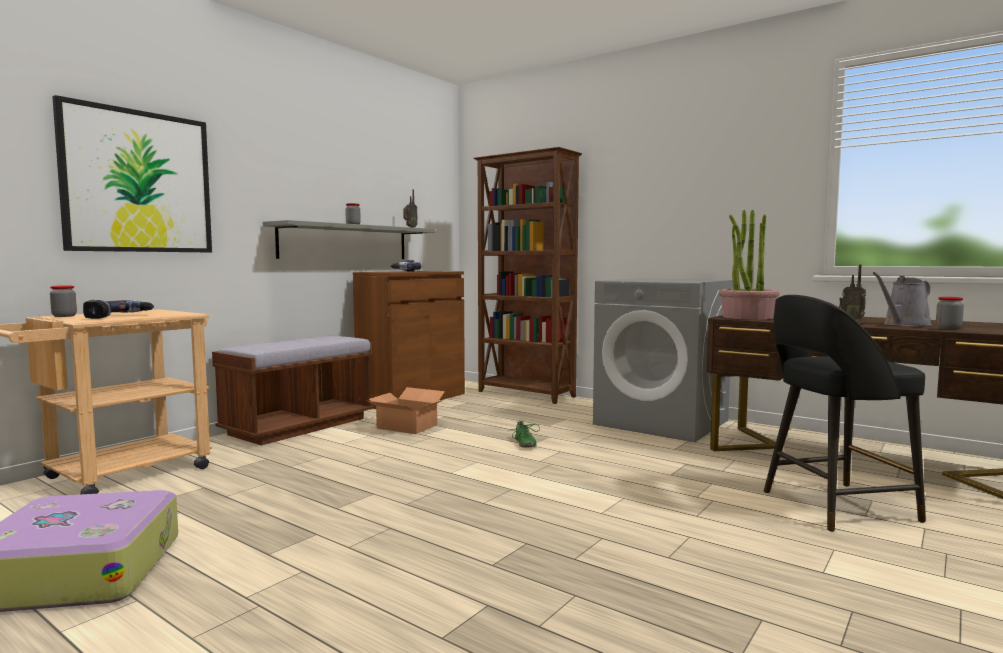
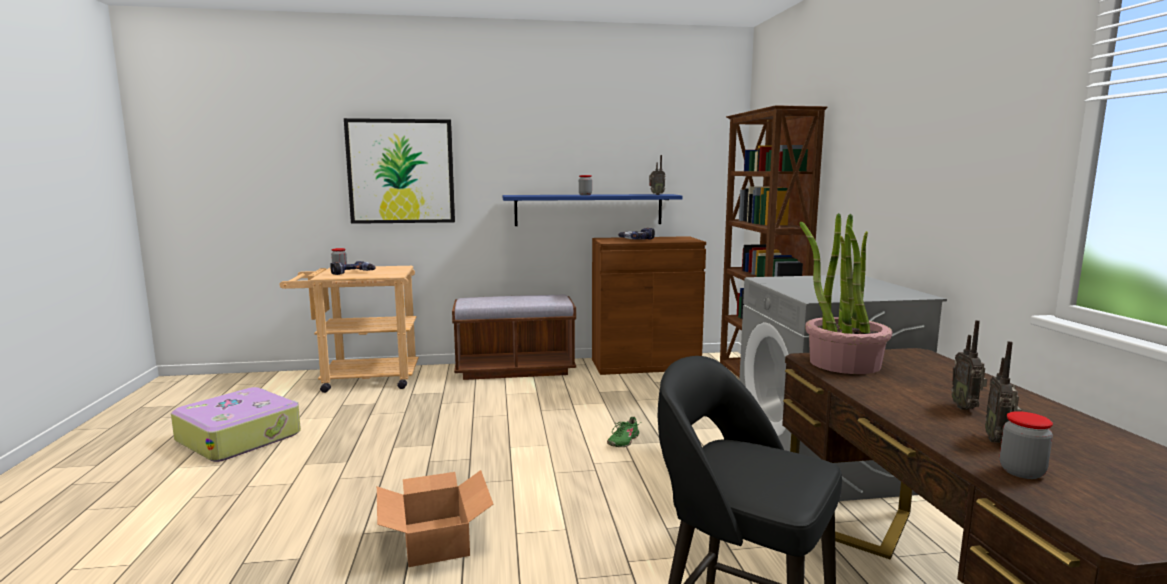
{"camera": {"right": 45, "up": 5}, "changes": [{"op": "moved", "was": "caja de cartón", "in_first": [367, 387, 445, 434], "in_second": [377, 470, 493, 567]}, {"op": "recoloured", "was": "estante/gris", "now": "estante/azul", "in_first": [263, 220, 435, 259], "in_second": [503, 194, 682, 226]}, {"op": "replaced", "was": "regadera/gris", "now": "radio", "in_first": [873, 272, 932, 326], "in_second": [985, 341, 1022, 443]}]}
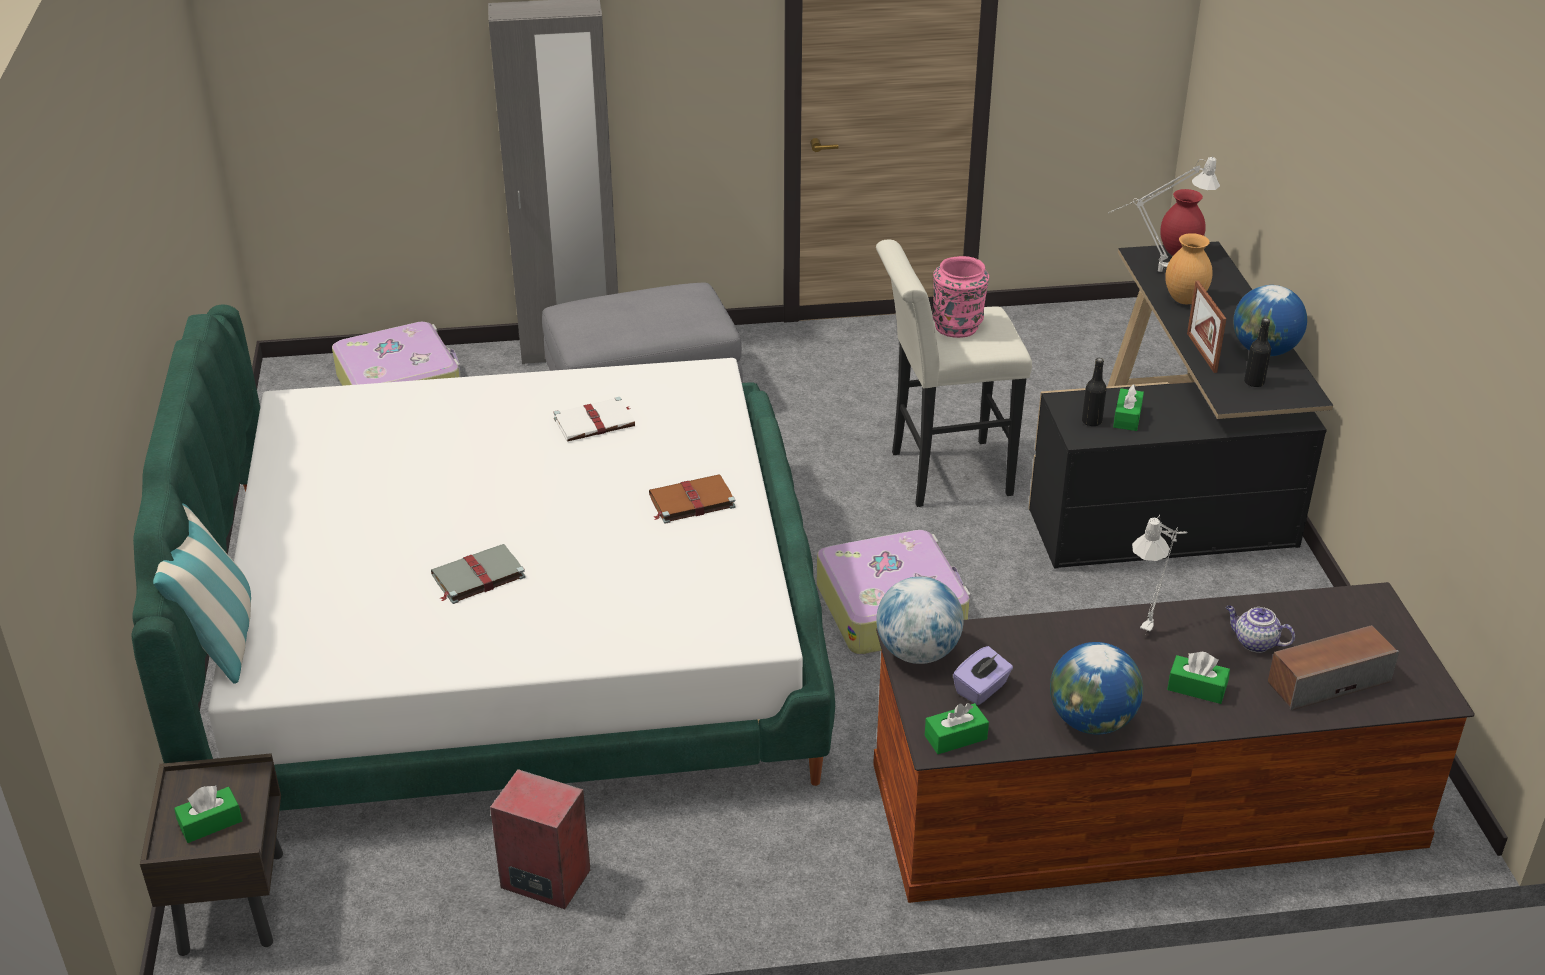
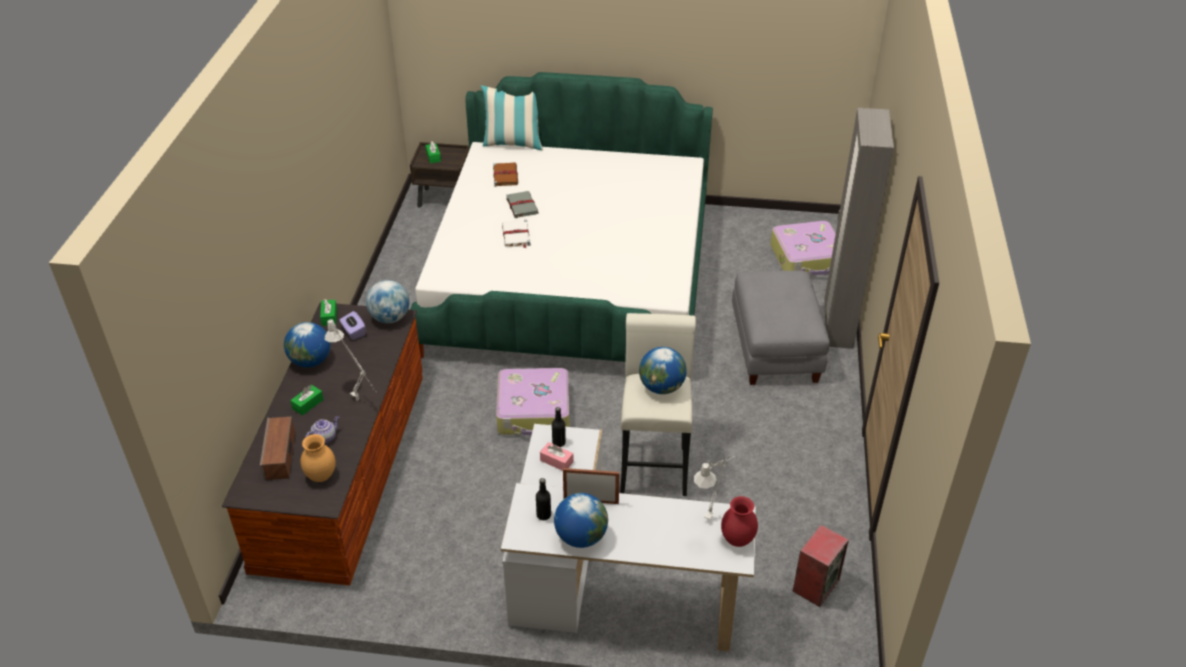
{"camera": {"right": 105, "up": 5}, "changes": [{"op": "moved", "was": "florero/marrón", "in_first": [1165, 233, 1213, 305], "in_second": [301, 434, 336, 482]}, {"op": "moved", "was": "libro/marrón", "in_first": [649, 474, 736, 524], "in_second": [493, 163, 518, 187]}, {"op": "recoloured", "was": "escritorio/negro", "now": "escritorio/blanco", "in_first": [1028, 241, 1333, 569], "in_second": [501, 424, 756, 651]}, {"op": "moved", "was": "libro/blanco", "in_first": [553, 397, 635, 441], "in_second": [502, 220, 531, 248]}, {"op": "recoloured", "was": "caja de pañuelos/verde", "now": "caja de pañuelos/rosa", "in_first": [1113, 384, 1144, 431], "in_second": [540, 442, 573, 471]}, {"op": "replaced", "was": "florero/rosa", "now": "globo terráqueo", "in_first": [932, 256, 989, 338], "in_second": [639, 347, 687, 394]}, {"op": "moved", "was": "altavoz", "in_first": [490, 769, 590, 909], "in_second": [792, 525, 849, 607]}]}
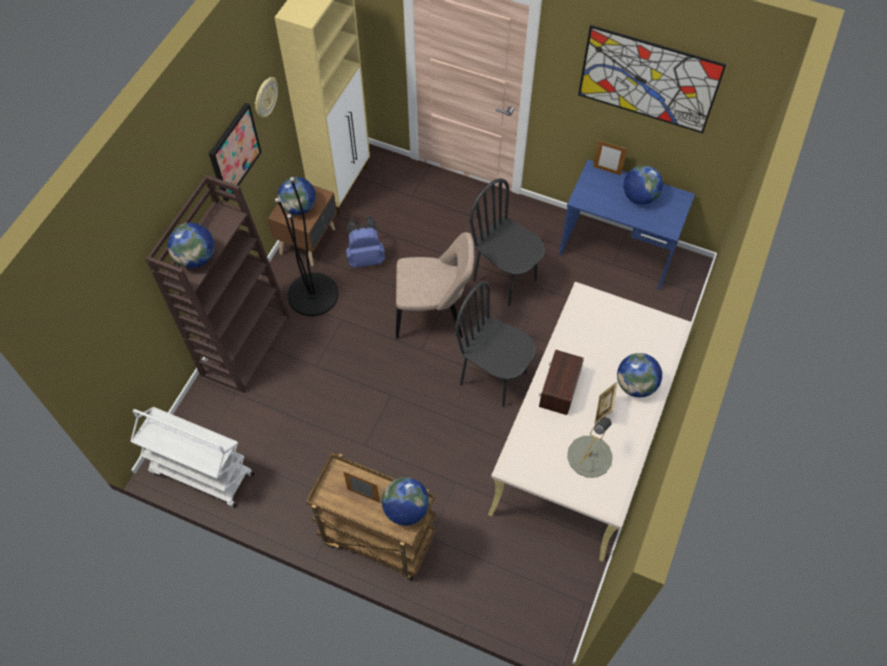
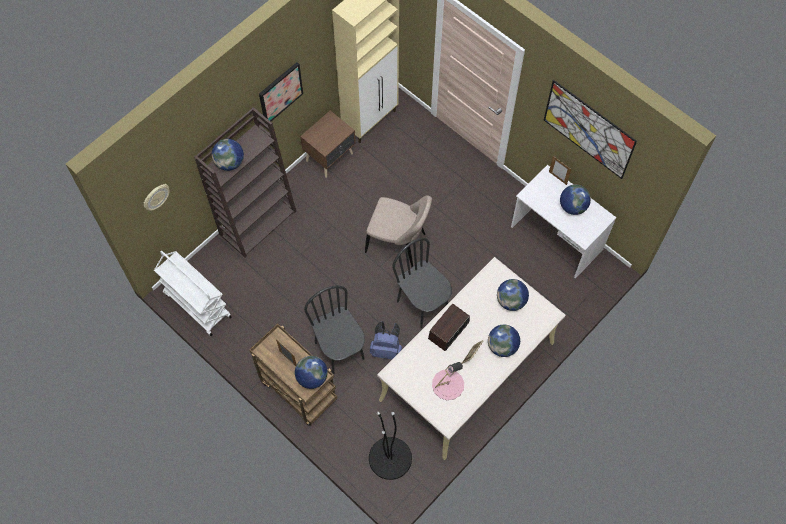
{"camera": {"right": 20, "up": 5}, "changes": [{"op": "moved", "was": "reloj de pared", "in_first": [255, 77, 278, 118], "in_second": [143, 184, 170, 211]}, {"op": "moved", "was": "silla/negro", "in_first": [470, 178, 545, 306], "in_second": [304, 285, 365, 374]}, {"op": "moved", "was": "lámpara de pie/negro", "in_first": [275, 177, 339, 316], "in_second": [369, 412, 412, 480]}, {"op": "moved", "was": "mochila/azul", "in_first": [346, 216, 385, 268], "in_second": [370, 321, 402, 359]}, {"op": "recoloured", "was": "lámpara de mesa/gris", "now": "lámpara de mesa/rosa", "in_first": [567, 417, 613, 478], "in_second": [432, 362, 464, 400]}, {"op": "moved", "was": "globo terráqueo", "in_first": [278, 177, 316, 215], "in_second": [497, 279, 529, 311]}, {"op": "recoloured", "was": "escritorio/azul", "now": "escritorio/blanco", "in_first": [559, 160, 695, 290], "in_second": [511, 165, 616, 279]}]}
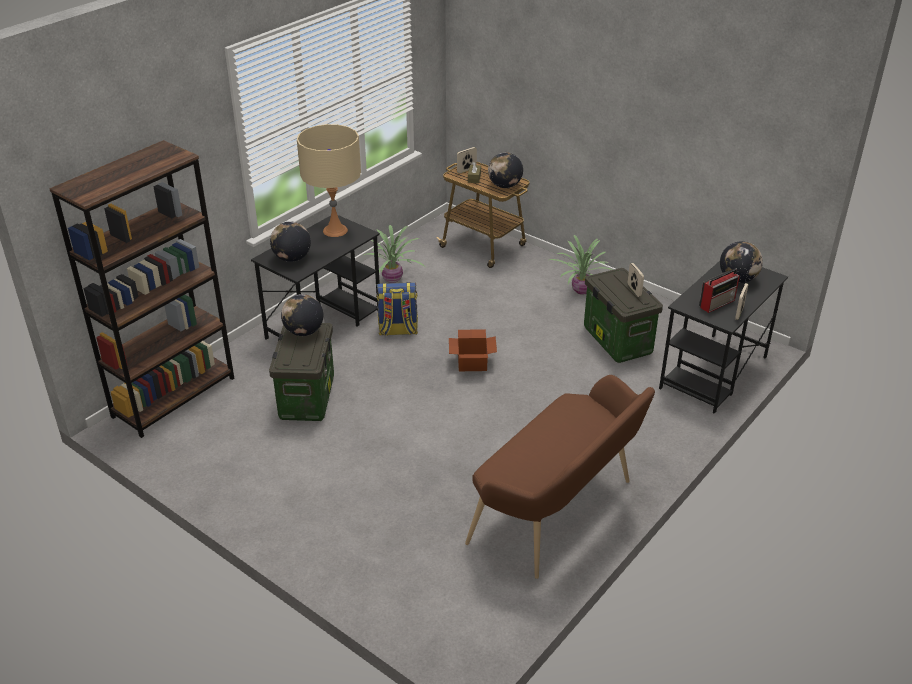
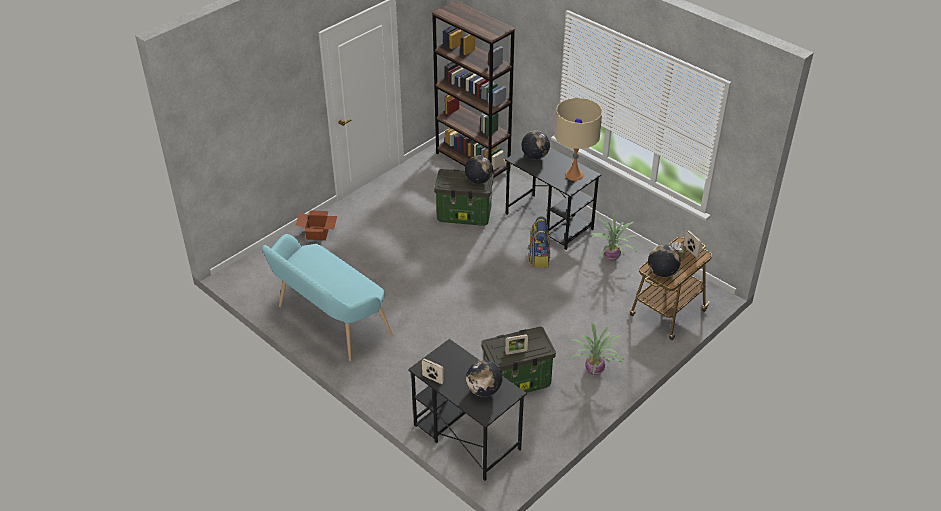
{"camera": {"right": 95, "up": 5}, "changes": [{"op": "recoloured", "was": "banco/marrón", "now": "banco/turquesa", "in_first": [465, 375, 655, 579], "in_second": [262, 234, 393, 361]}, {"op": "moved", "was": "caja de cartón", "in_first": [449, 329, 497, 371], "in_second": [296, 210, 337, 240]}, {"op": "removed", "was": "radio", "in_first": [699, 268, 740, 313]}]}
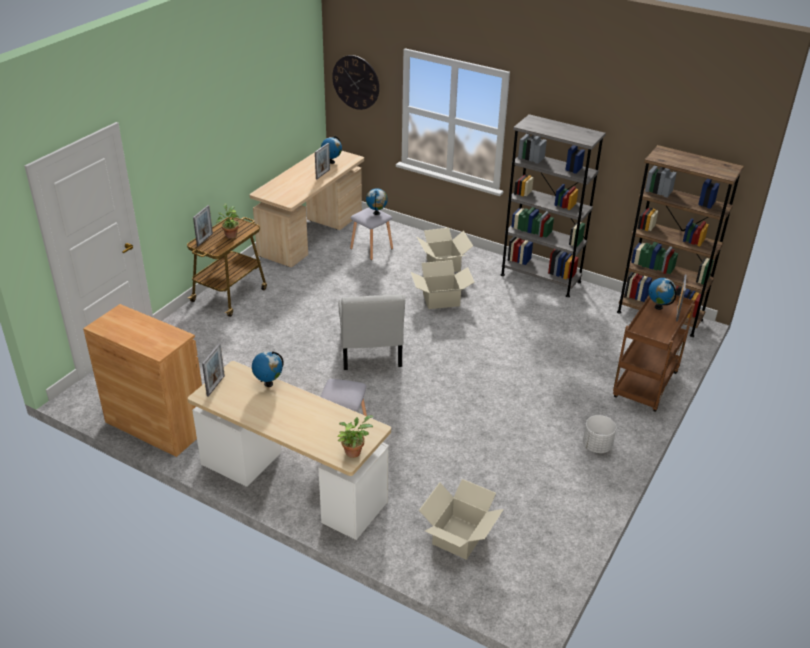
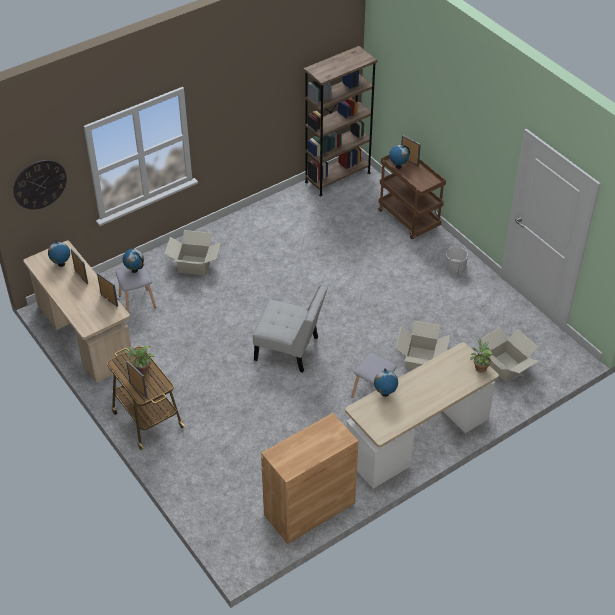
{"camera": {"right": -65, "up": 10}, "changes": [{"op": "moved", "was": "portarretratos", "in_first": [202, 343, 225, 397], "in_second": [97, 272, 118, 307]}, {"op": "moved", "was": "caja de cartón", "in_first": [411, 260, 475, 309], "in_second": [396, 321, 450, 370]}, {"op": "removed", "was": "estantería/gris", "in_first": [501, 114, 606, 297]}]}
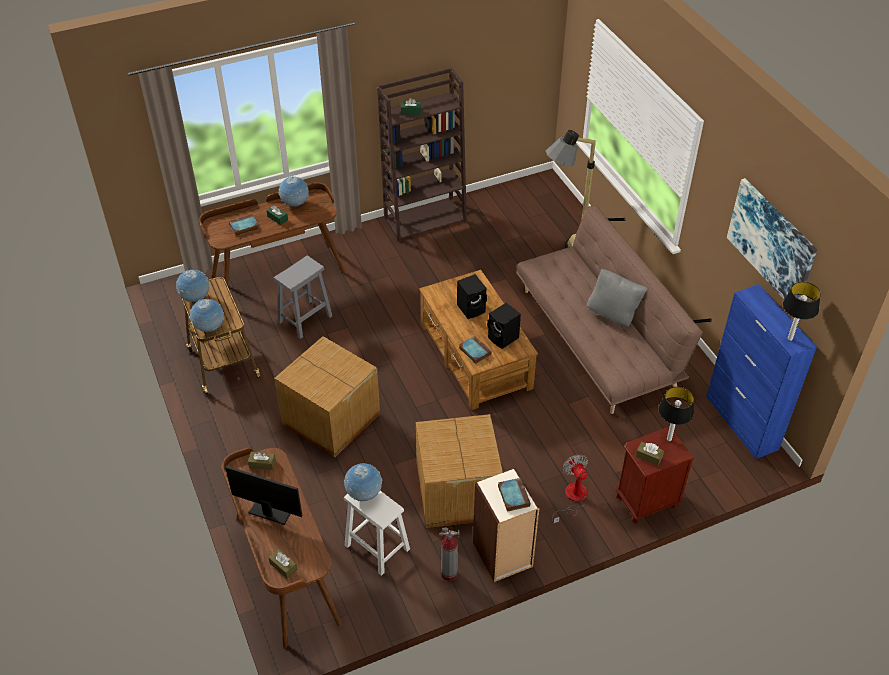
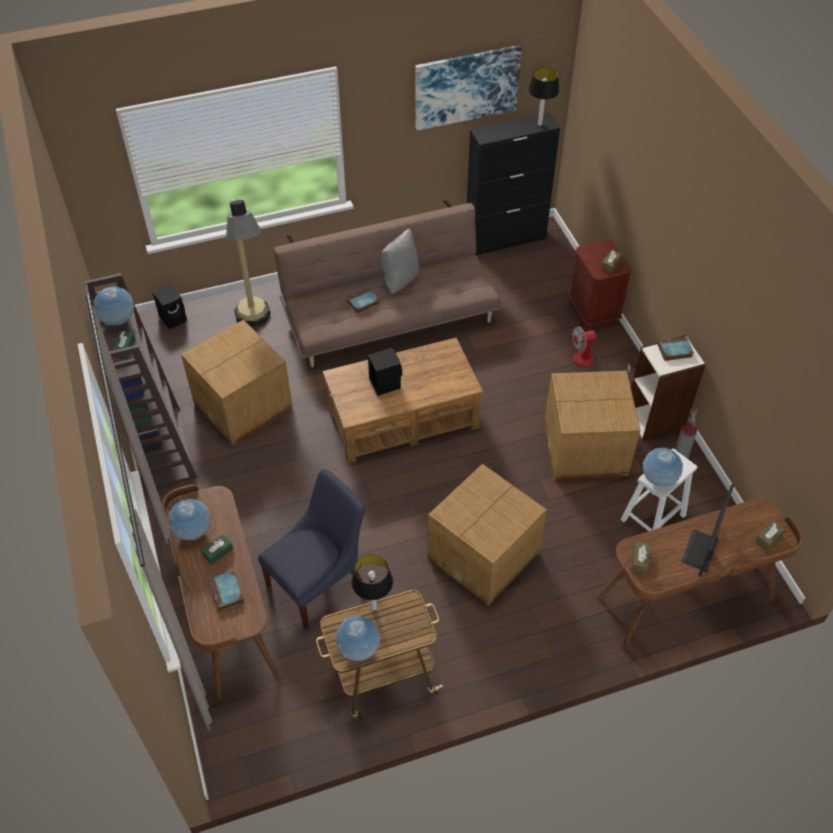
{"camera": {"right": -85, "up": 5}, "changes": [{"op": "moved", "was": "globo terráqueo", "in_first": [190, 299, 224, 332], "in_second": [94, 287, 134, 326]}, {"op": "moved", "was": "altavoz/negro", "in_first": [487, 303, 521, 349], "in_second": [152, 284, 187, 329]}, {"op": "added", "now": "caja de cartón", "in_second": [181, 320, 293, 445]}, {"op": "replaced", "was": "taburete/gris", "now": "silla/azul", "in_first": [274, 256, 332, 339], "in_second": [258, 469, 365, 629]}, {"op": "moved", "was": "libro", "in_first": [459, 336, 492, 364], "in_second": [346, 288, 380, 314]}, {"op": "moved", "was": "lámpara de mesa", "in_first": [659, 387, 694, 441], "in_second": [351, 554, 393, 611]}, {"op": "recoloured", "was": "armario/azul", "now": "armario/negro", "in_first": [706, 284, 817, 459], "in_second": [467, 112, 560, 255]}]}
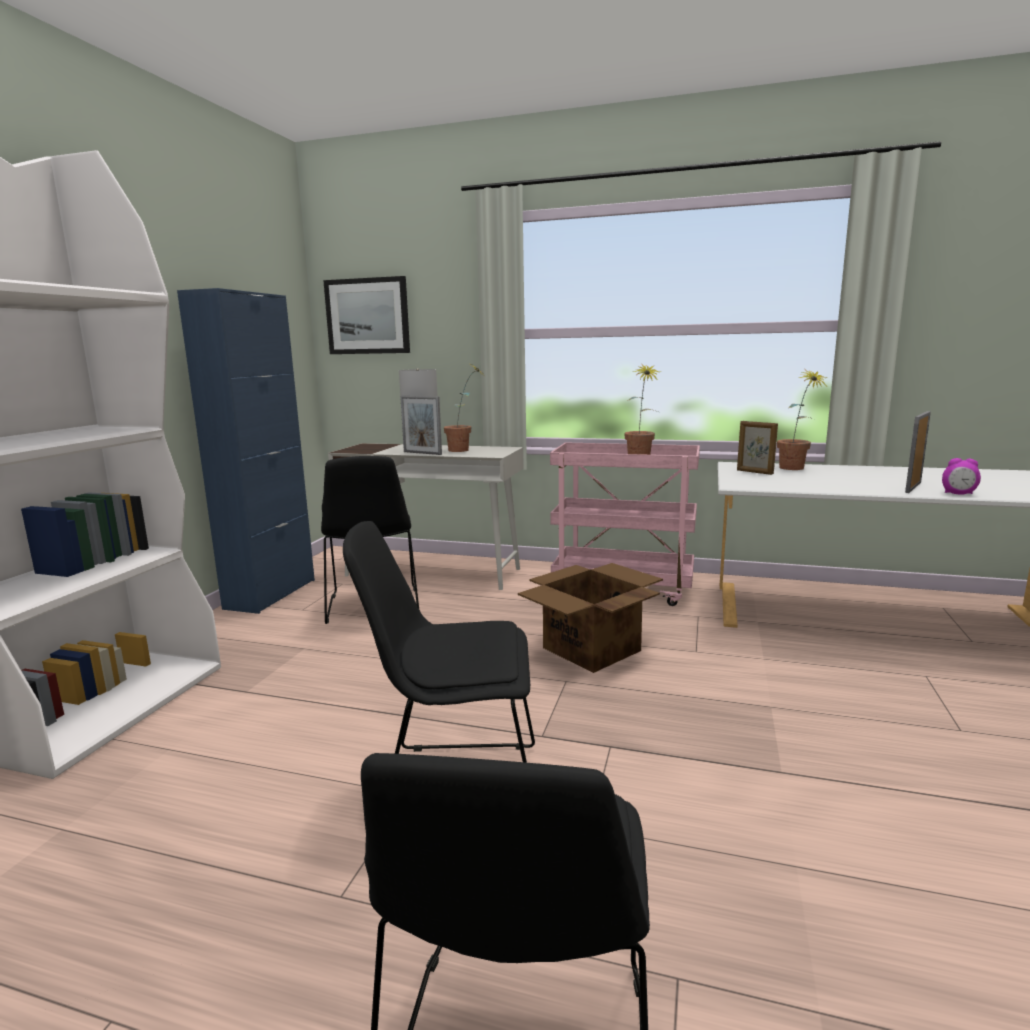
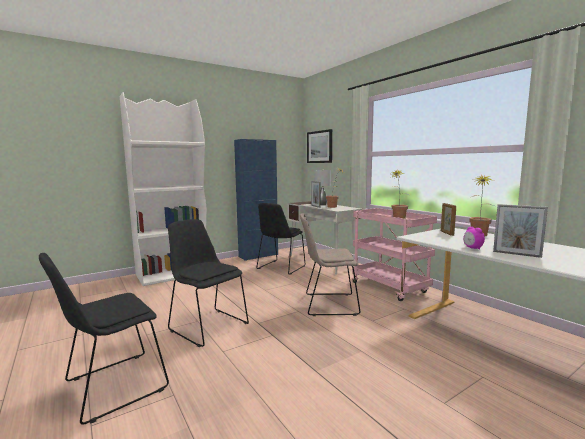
{"camera": {"right": 40, "up": -5}, "changes": [{"op": "replaced", "was": "caja de cartón", "now": "silla/beis", "in_first": [518, 563, 663, 673], "in_second": [300, 213, 360, 316]}, {"op": "moved", "was": "despertador", "in_first": [942, 458, 981, 495], "in_second": [463, 227, 485, 249]}, {"op": "turned", "was": "portarretratos", "in_first": [905, 411, 931, 493], "in_second": [493, 204, 548, 258], "clockwise": -135}]}
